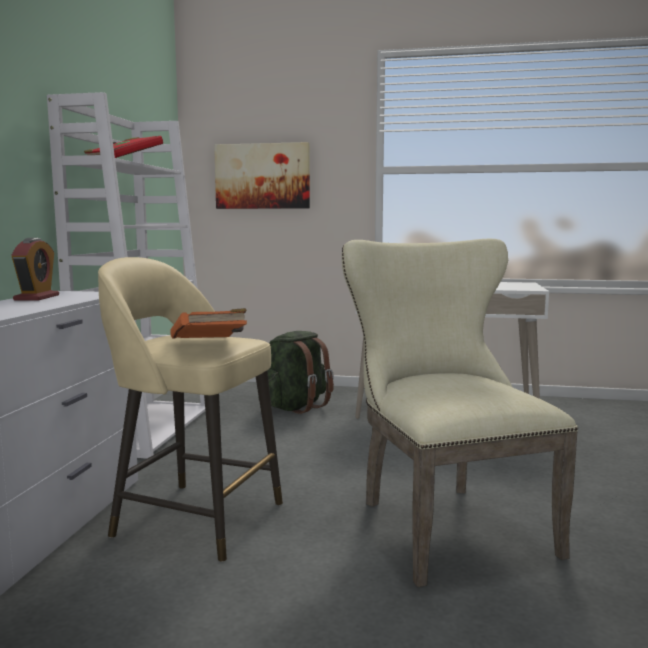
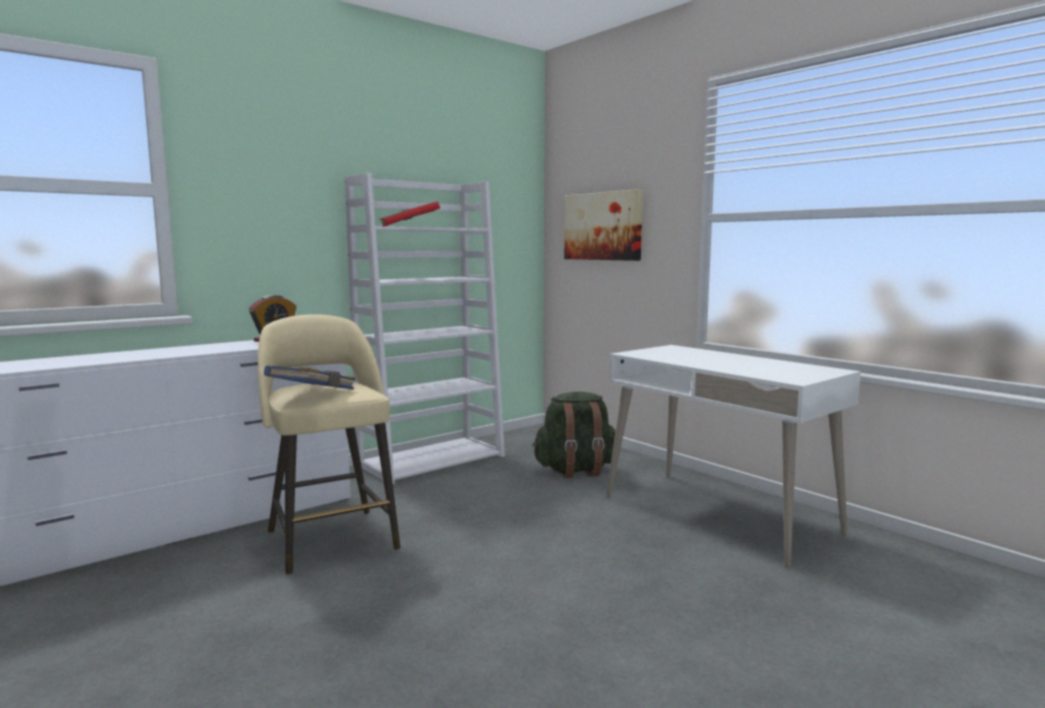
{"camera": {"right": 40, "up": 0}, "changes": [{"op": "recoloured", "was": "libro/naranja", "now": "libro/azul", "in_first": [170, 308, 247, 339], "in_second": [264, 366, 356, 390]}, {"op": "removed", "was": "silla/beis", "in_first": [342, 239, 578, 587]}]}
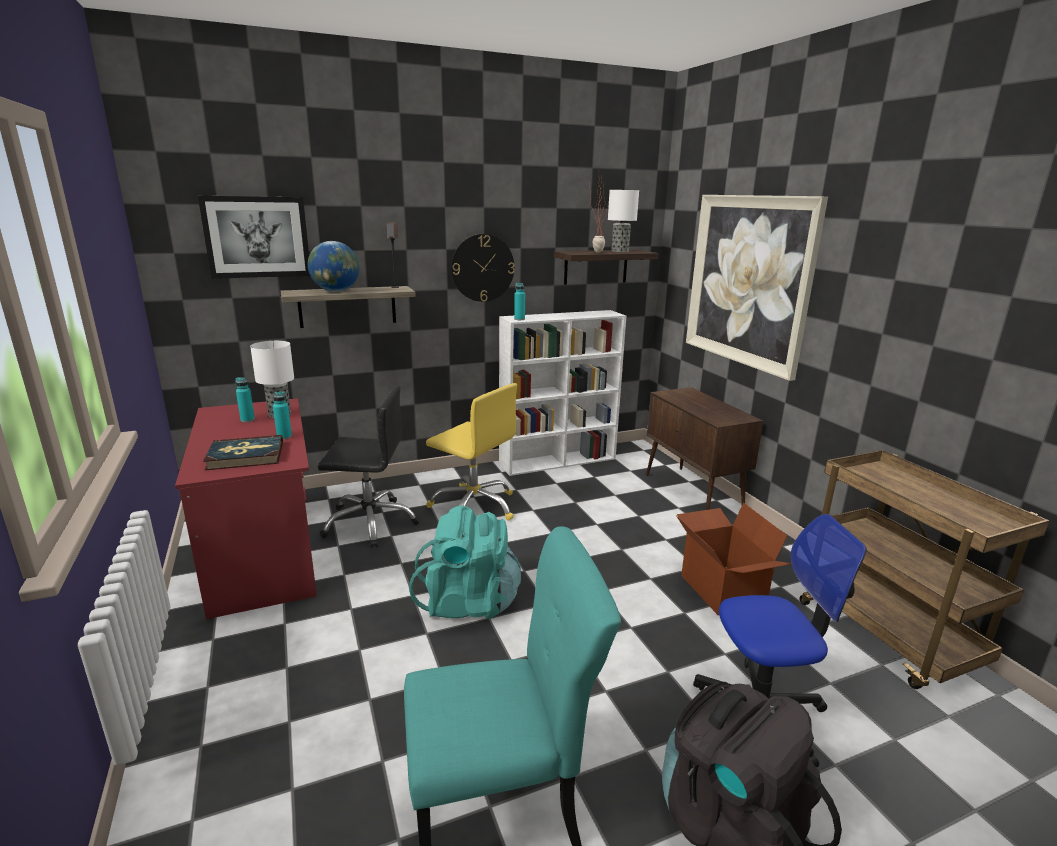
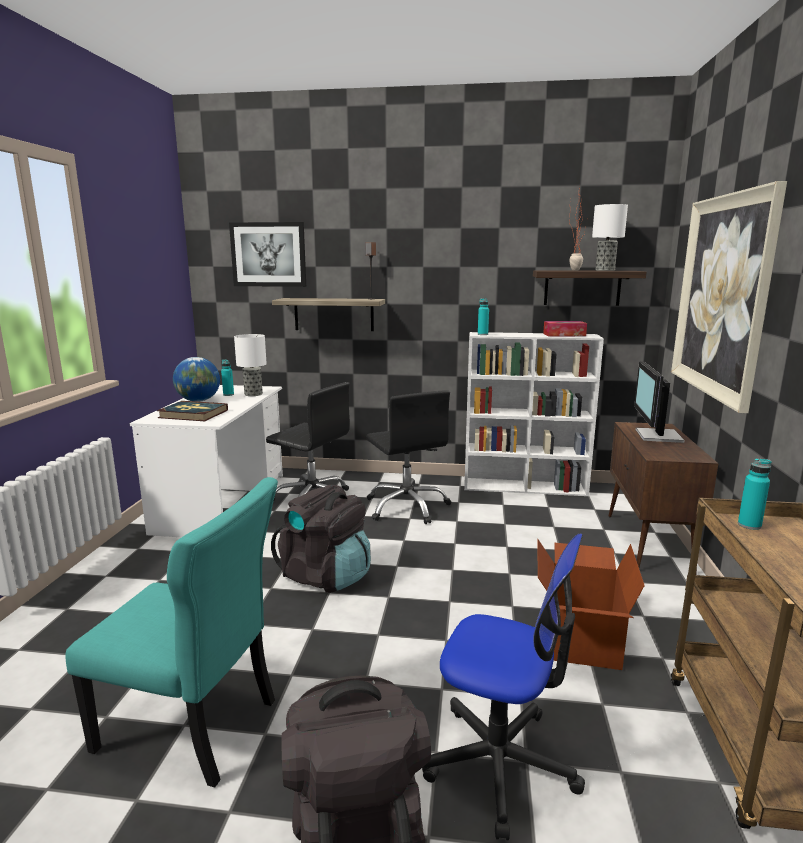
{"camera": {"right": 30, "up": -5}, "changes": [{"op": "recoloured", "was": "escritorio/rojo", "now": "escritorio/blanco", "in_first": [175, 398, 317, 619], "in_second": [130, 385, 283, 537]}, {"op": "moved", "was": "globo terráqueo", "in_first": [308, 241, 359, 292], "in_second": [173, 357, 220, 402]}, {"op": "recoloured", "was": "mochila/turquesa", "now": "mochila/negro", "in_first": [409, 505, 521, 619], "in_second": [271, 485, 371, 593]}, {"op": "recoloured", "was": "silla de oficina/amarillo", "now": "silla de oficina/negro", "in_first": [426, 383, 517, 520], "in_second": [366, 390, 451, 524]}, {"op": "added", "now": "caja de pañuelos", "in_second": [543, 321, 587, 336]}, {"op": "added", "now": "monitor", "in_second": [634, 362, 684, 443]}, {"op": "moved", "was": "botella/turquesa", "in_first": [273, 391, 292, 439], "in_second": [738, 458, 771, 530]}, {"op": "removed", "was": "reloj de pared", "in_first": [451, 234, 515, 302]}]}
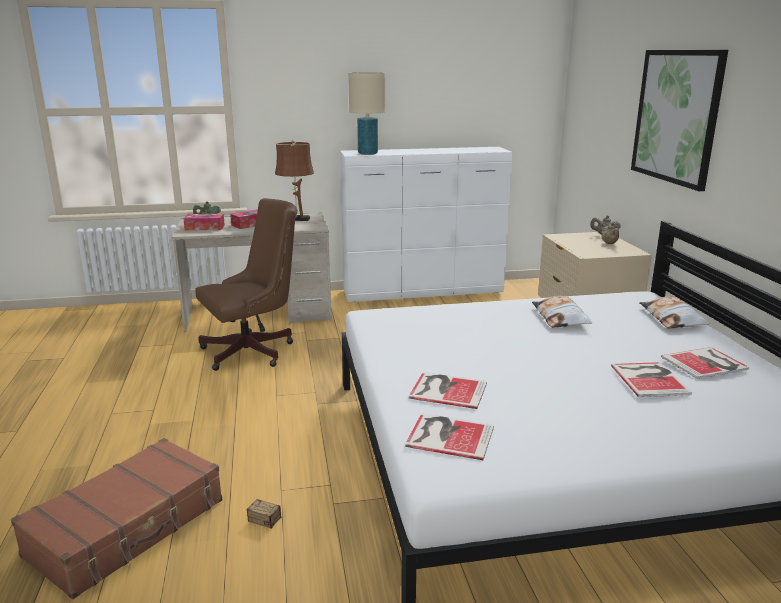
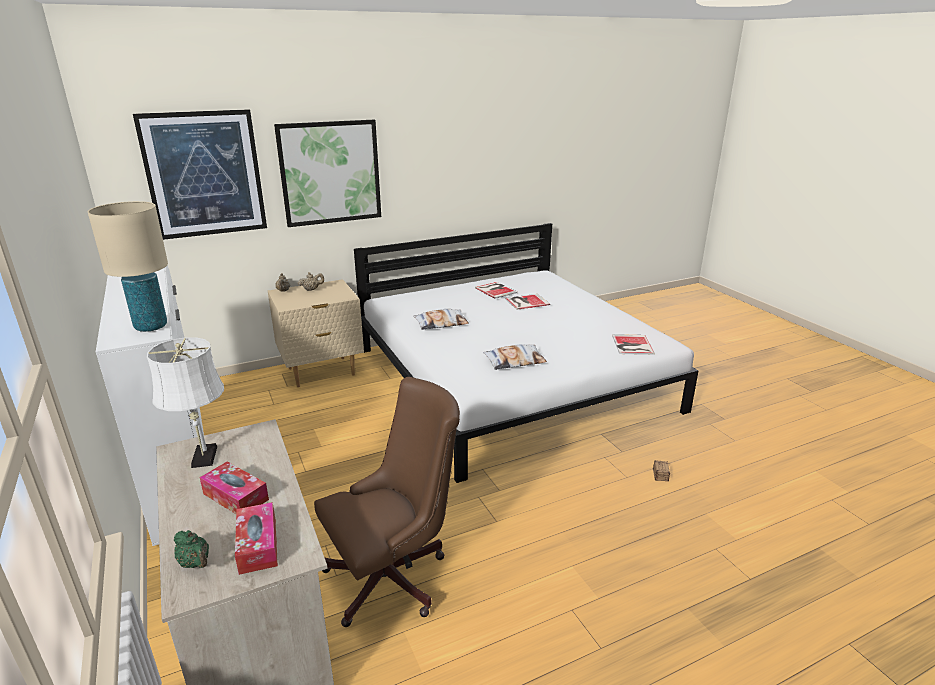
{"camera": {"right": -105, "up": 5}, "changes": [{"op": "added", "now": "cuadro", "in_second": [133, 109, 267, 240]}, {"op": "recoloured", "was": "lámpara de mesa/marrón", "now": "lámpara de mesa/blanco", "in_first": [275, 140, 314, 221], "in_second": [147, 337, 224, 468]}, {"op": "turned", "was": "silla de oficina/marrón", "in_first": [195, 198, 297, 371], "in_second": [314, 377, 460, 627], "clockwise": 105}, {"op": "moved", "was": "cojín", "in_first": [640, 297, 709, 328], "in_second": [483, 344, 547, 370]}, {"op": "removed", "was": "maleta/marrón", "in_first": [11, 438, 222, 599]}, {"op": "removed", "was": "libro", "in_first": [408, 372, 487, 409]}]}
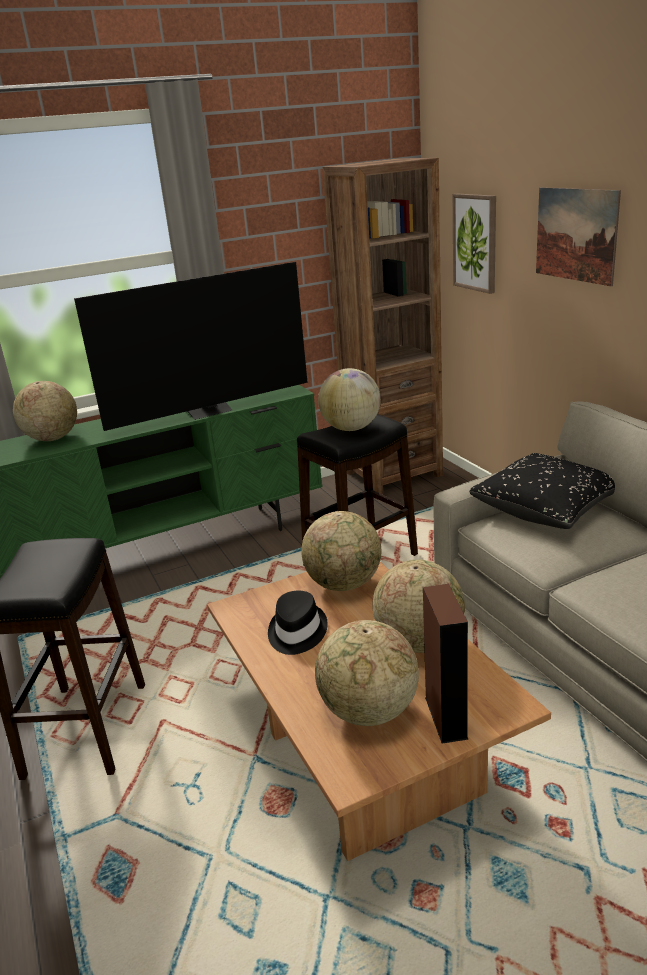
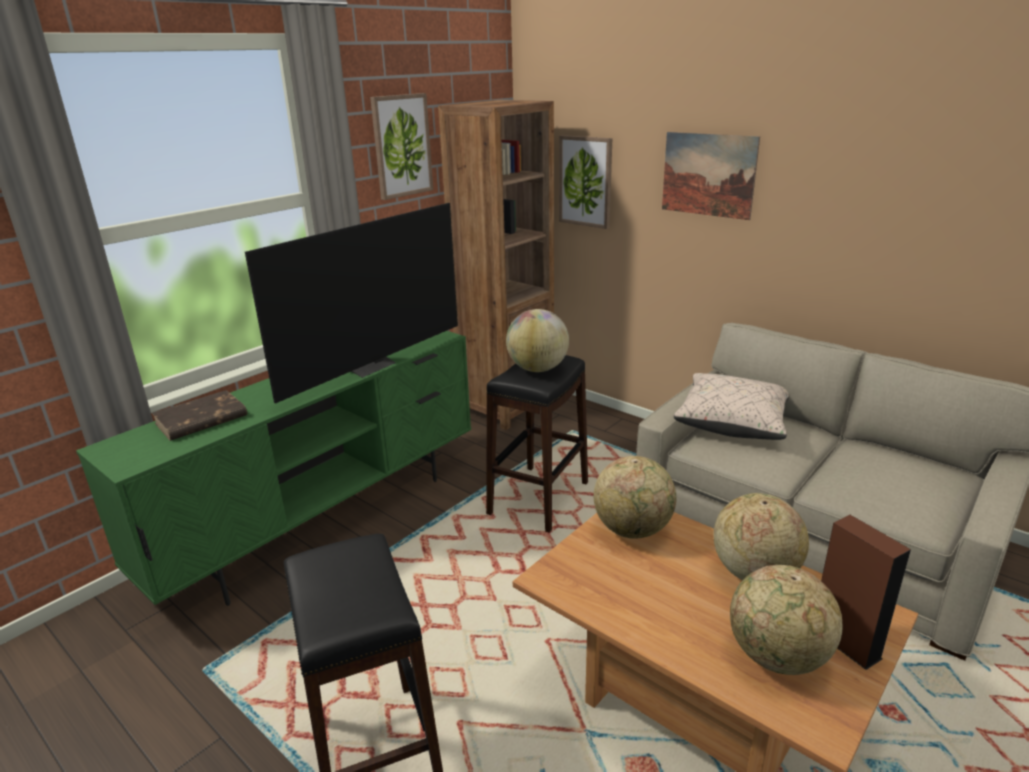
{"camera": {"right": -25, "up": 0}, "changes": [{"op": "replaced", "was": "globo terráqueo", "now": "libro/marrón", "in_first": [13, 381, 77, 441], "in_second": [152, 390, 247, 441]}, {"op": "added", "now": "cuadro", "in_second": [370, 93, 433, 200]}, {"op": "recoloured", "was": "cojín/negro", "now": "cojín/beis", "in_first": [469, 453, 615, 529], "in_second": [674, 373, 789, 440]}, {"op": "removed", "was": "sombrero/negro", "in_first": [268, 591, 328, 655]}]}
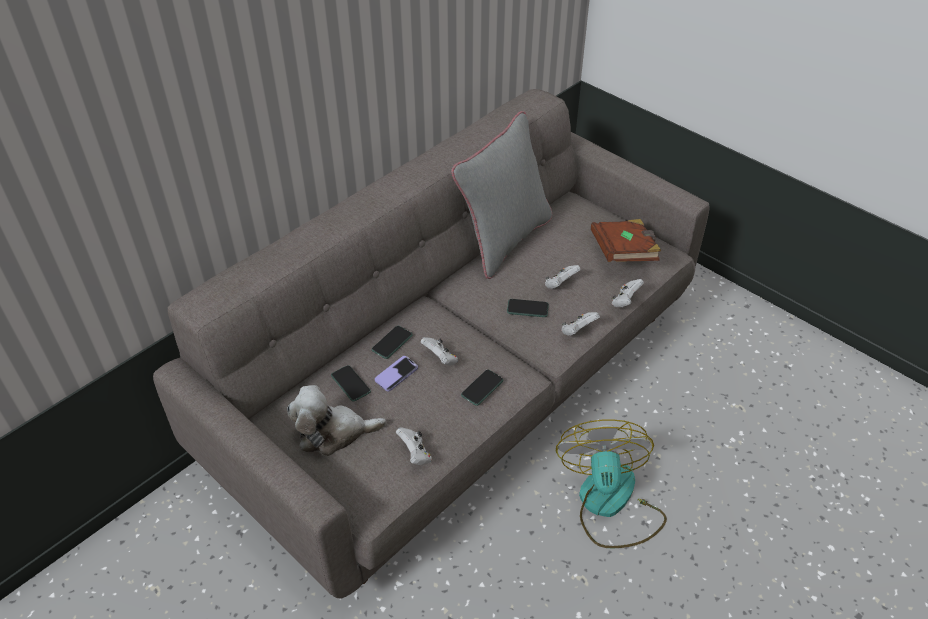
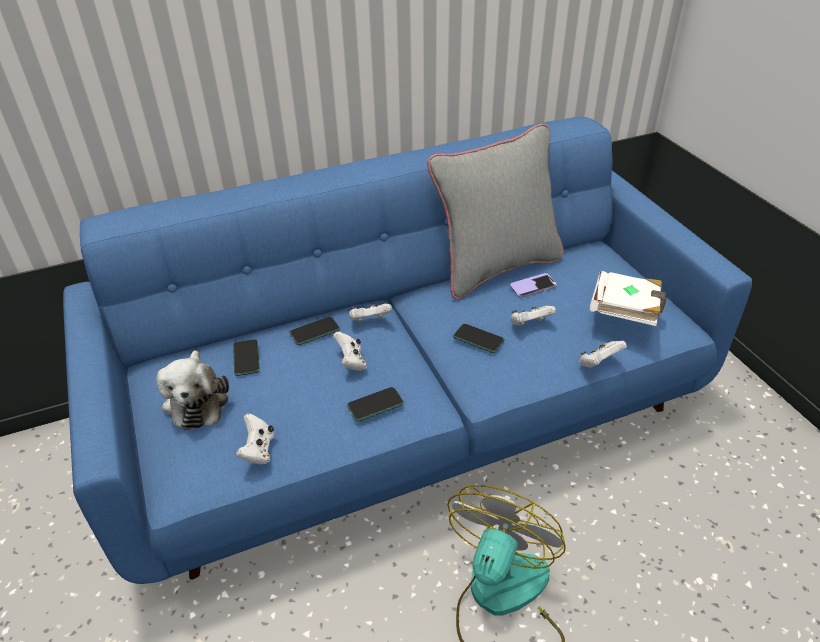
{"camera": {"right": 25, "up": -5}, "changes": [{"op": "recoloured", "was": "sofá/gris", "now": "sofá/azul", "in_first": [153, 89, 710, 598], "in_second": [63, 116, 752, 584]}, {"op": "turned", "was": "peluche", "in_first": [287, 385, 387, 456], "in_second": [156, 350, 229, 430], "clockwise": -120}, {"op": "moved", "was": "mando de consola/blanco", "in_first": [561, 312, 600, 336], "in_second": [349, 304, 392, 323]}, {"op": "moved", "was": "móvil", "in_first": [375, 356, 418, 392], "in_second": [510, 273, 557, 298]}, {"op": "recoloured", "was": "libro/marrón", "now": "libro/blanco", "in_first": [591, 219, 661, 262], "in_second": [590, 271, 666, 326]}]}
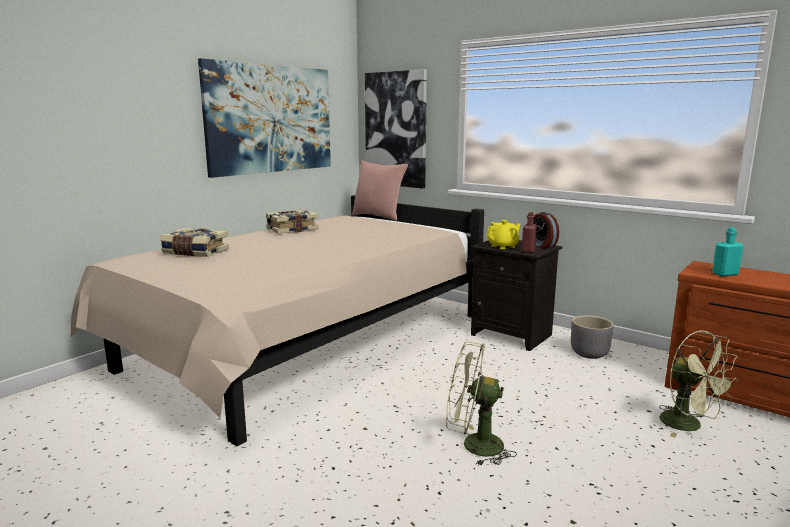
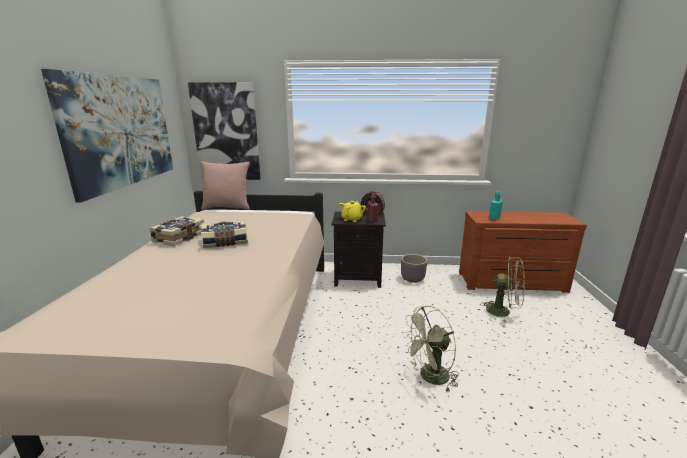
{"camera": {"right": -35, "up": 5}, "changes": [{"op": "moved", "was": "libro", "in_first": [160, 228, 229, 257], "in_second": [201, 220, 248, 248]}]}
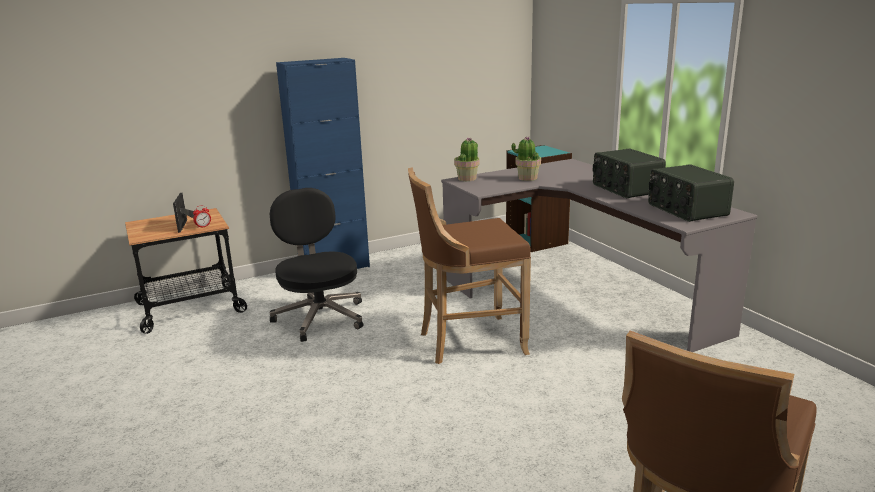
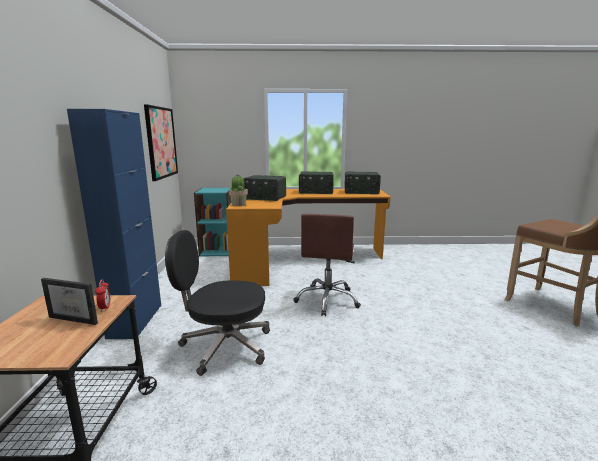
{"camera": {"right": -65, "up": -5}, "changes": [{"op": "added", "now": "cuadro", "in_second": [144, 104, 178, 181]}, {"op": "recoloured", "was": "escritorio/gris", "now": "escritorio/naranja", "in_first": [441, 159, 757, 352], "in_second": [226, 189, 391, 286]}, {"op": "replaced", "was": "planta en maceta", "now": "radio", "in_first": [512, 136, 541, 181], "in_second": [243, 175, 286, 201]}, {"op": "replaced", "was": "taburete/marrón", "now": "silla de oficina/marrón", "in_first": [408, 167, 531, 364], "in_second": [293, 214, 361, 316]}]}
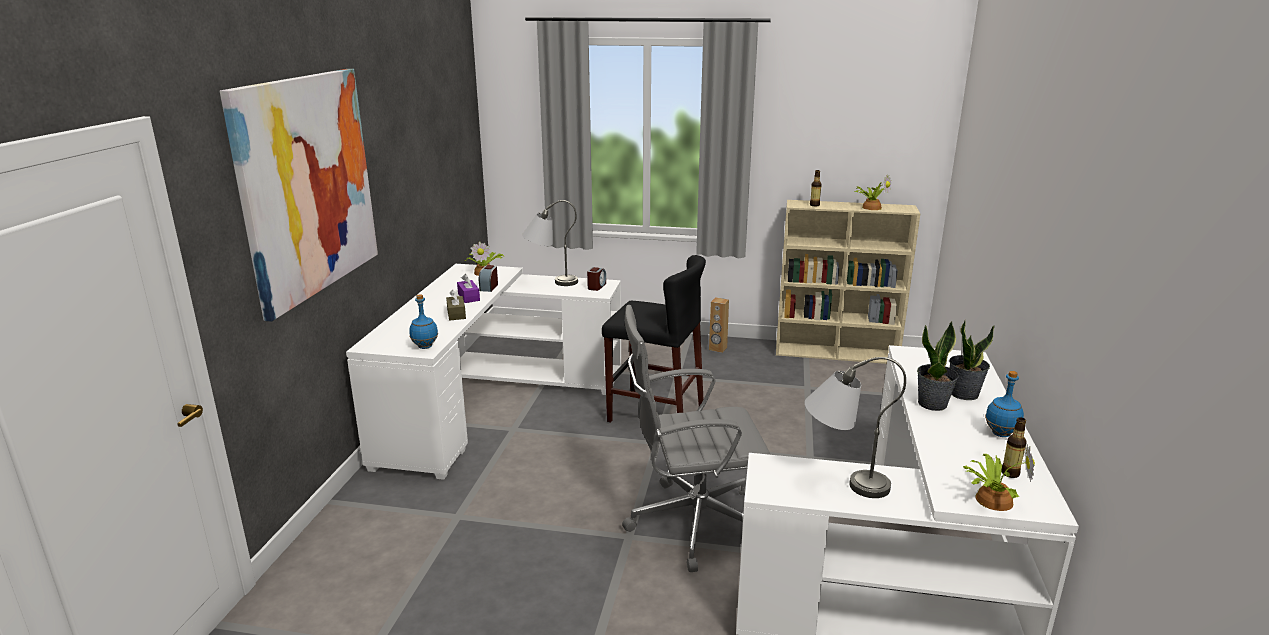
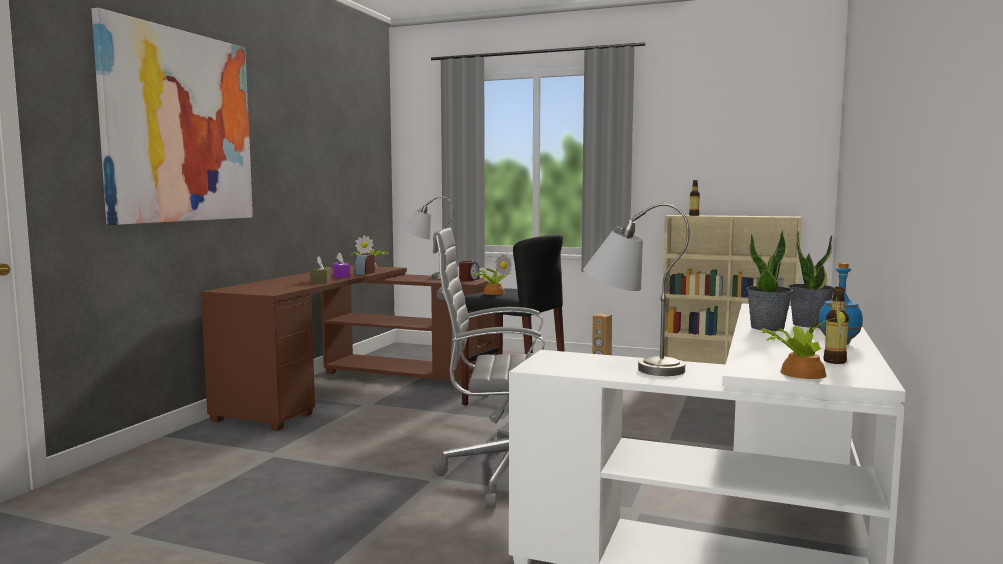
{"camera": {"right": 10, "up": -15}, "changes": [{"op": "recoloured", "was": "escritorio/blanco", "now": "escritorio/marrón", "in_first": [346, 264, 621, 480], "in_second": [201, 265, 496, 431]}, {"op": "moved", "was": "planta en maceta", "in_first": [854, 175, 892, 210], "in_second": [475, 253, 512, 295]}, {"op": "removed", "was": "botella/azul", "in_first": [409, 294, 438, 349]}]}
